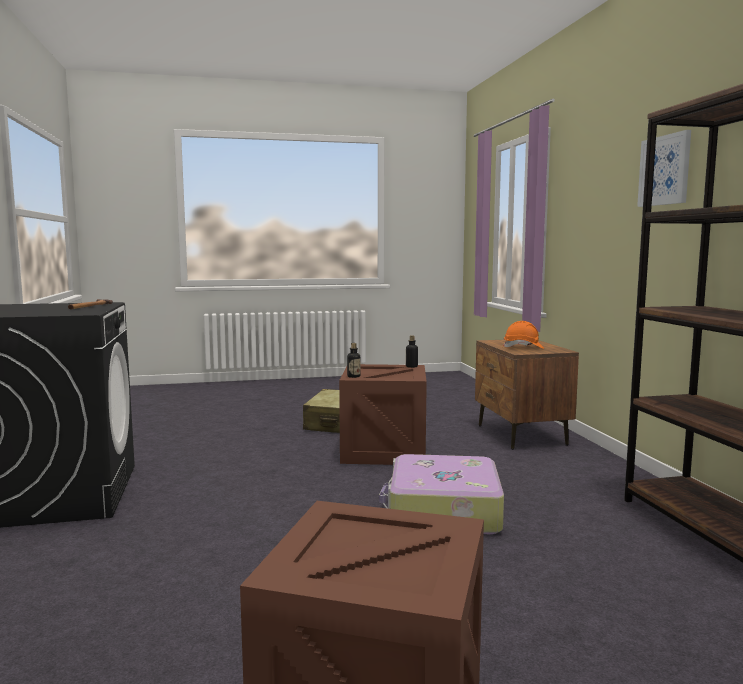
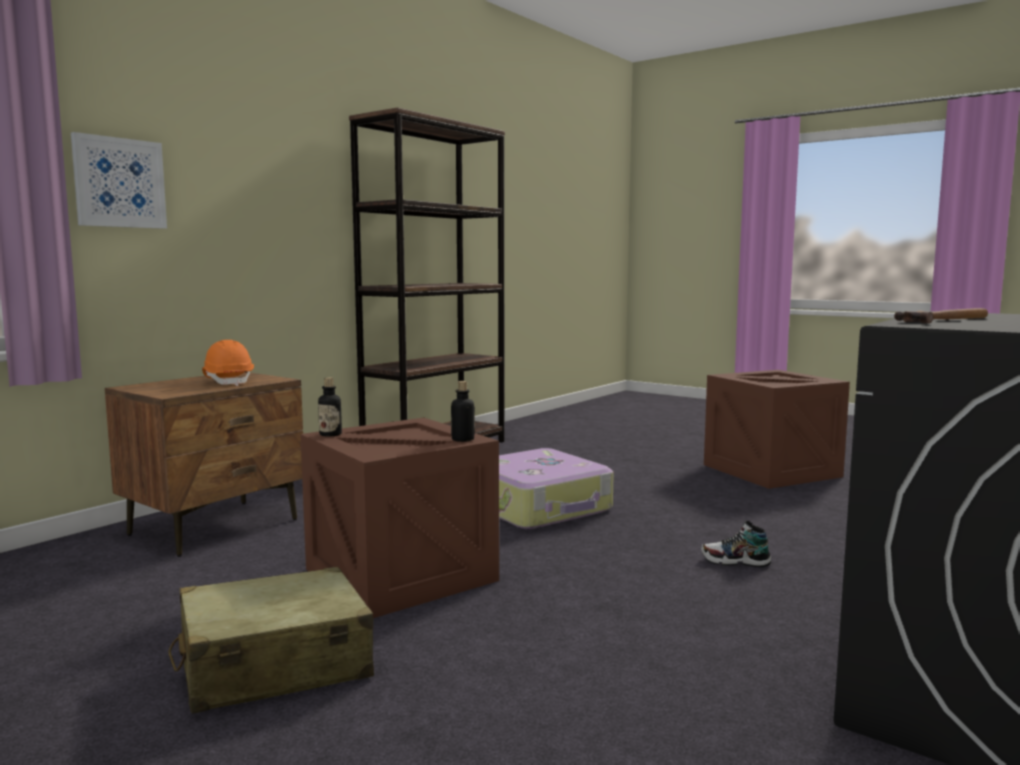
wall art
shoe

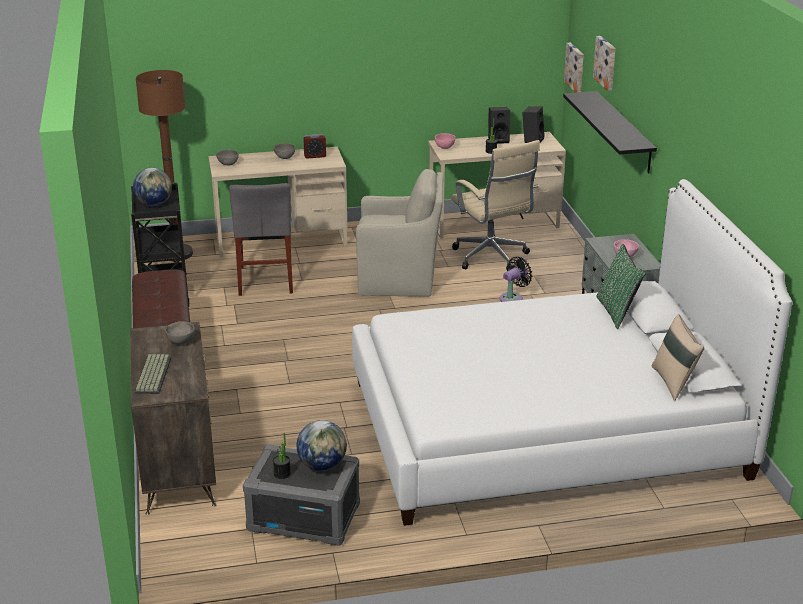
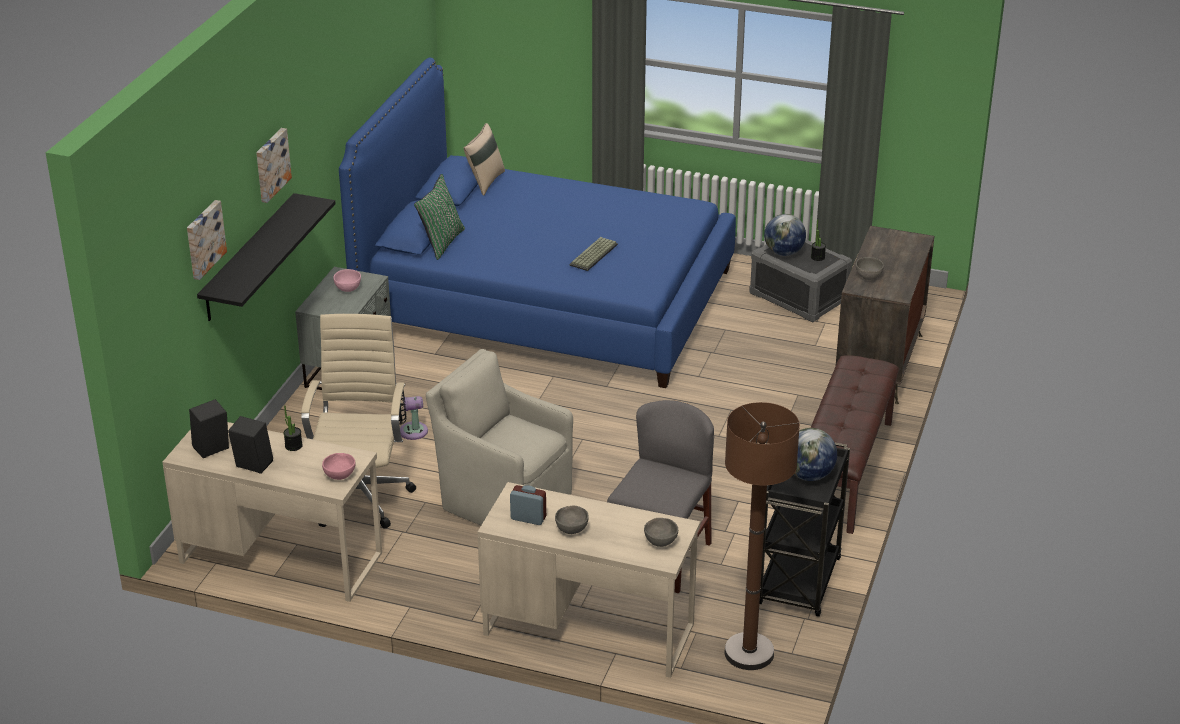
wall art (2nd from left)
blue bedroom bed
keyboard

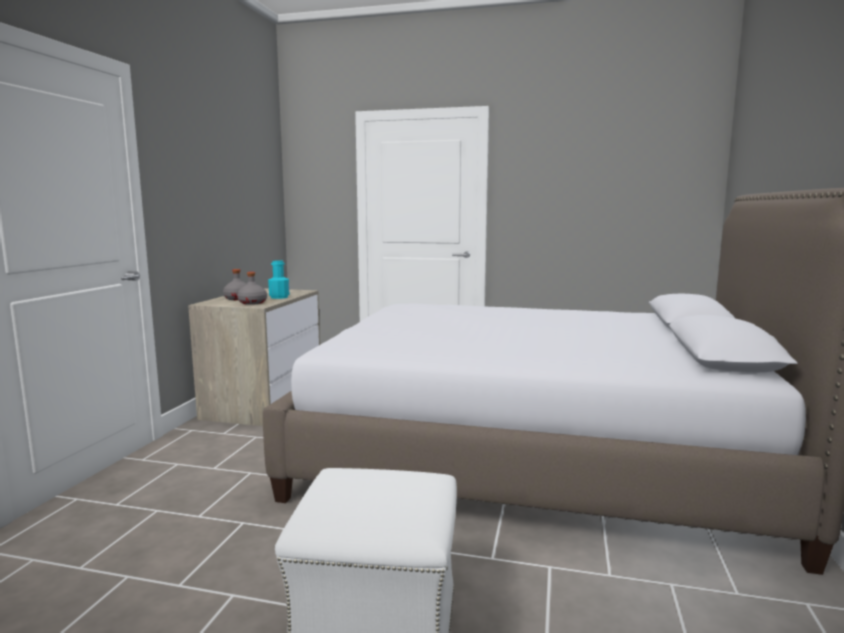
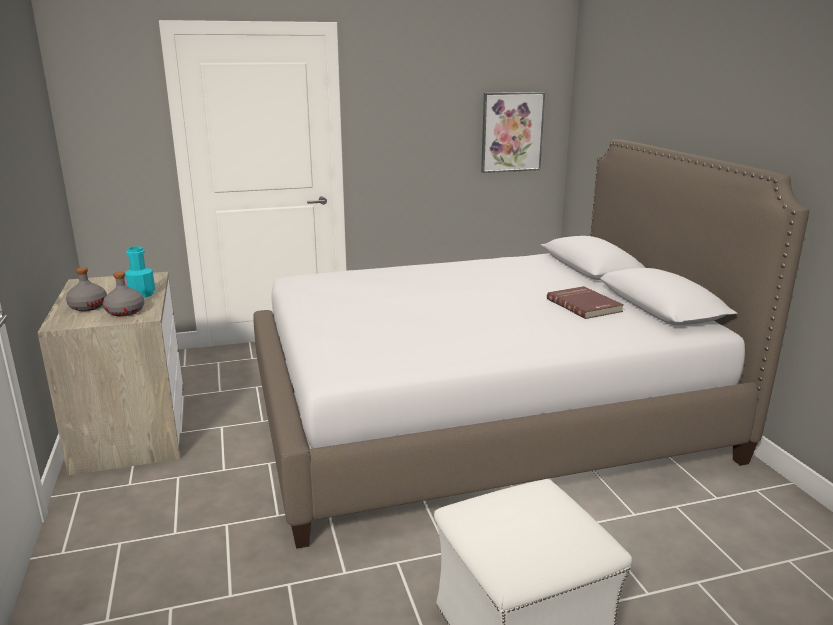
wall art
red bound book

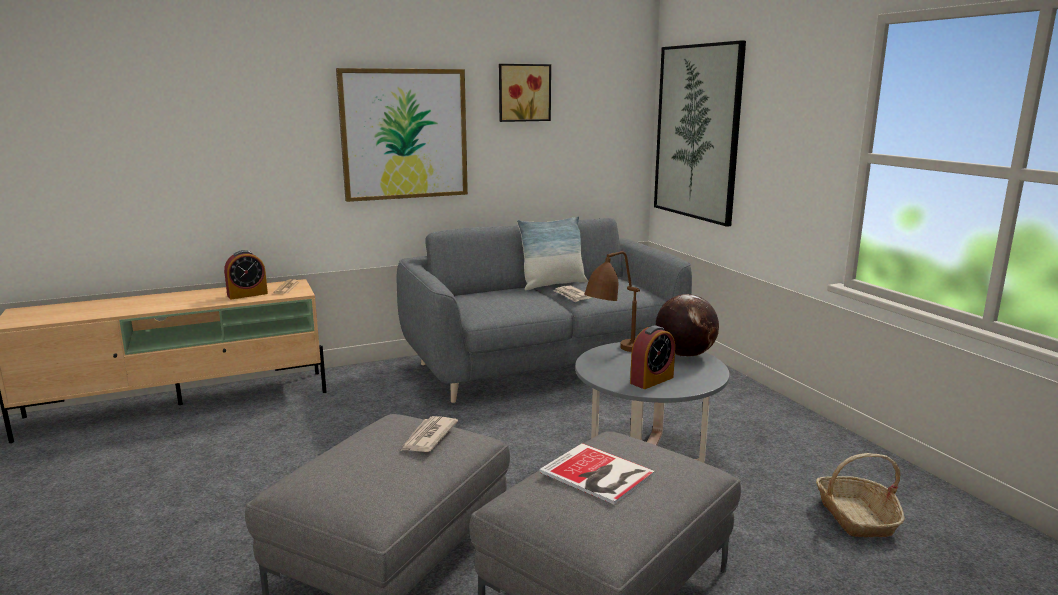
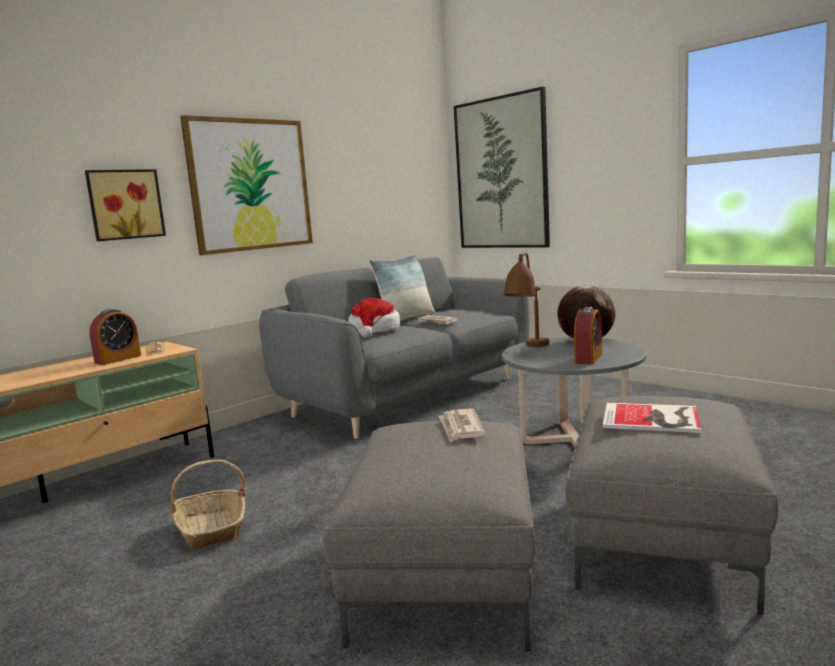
wall art (1st from left)
household basket
wearable hat

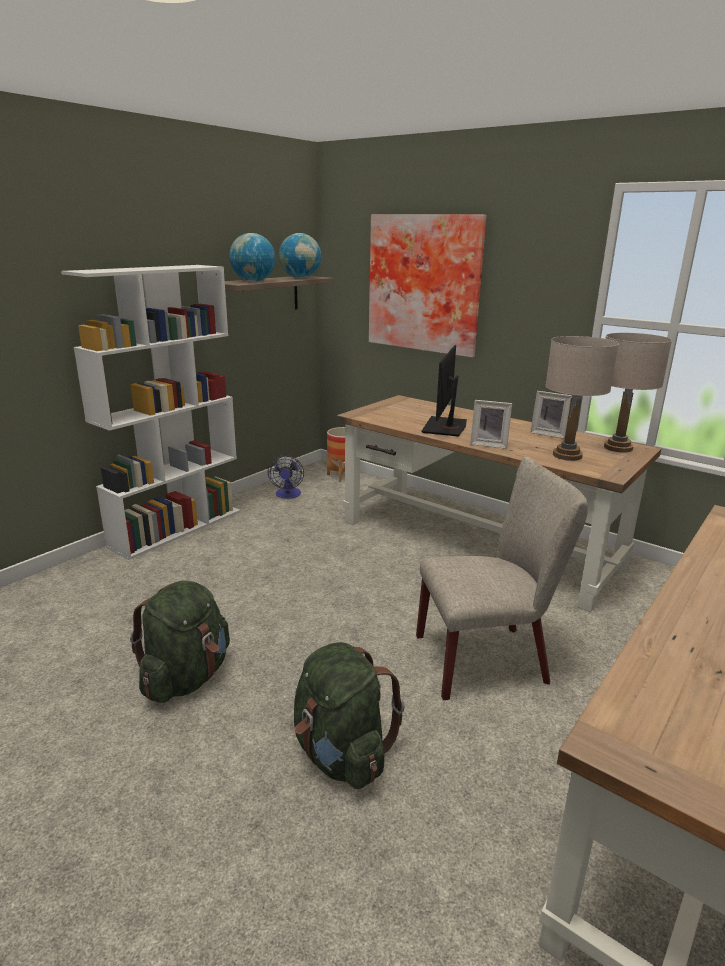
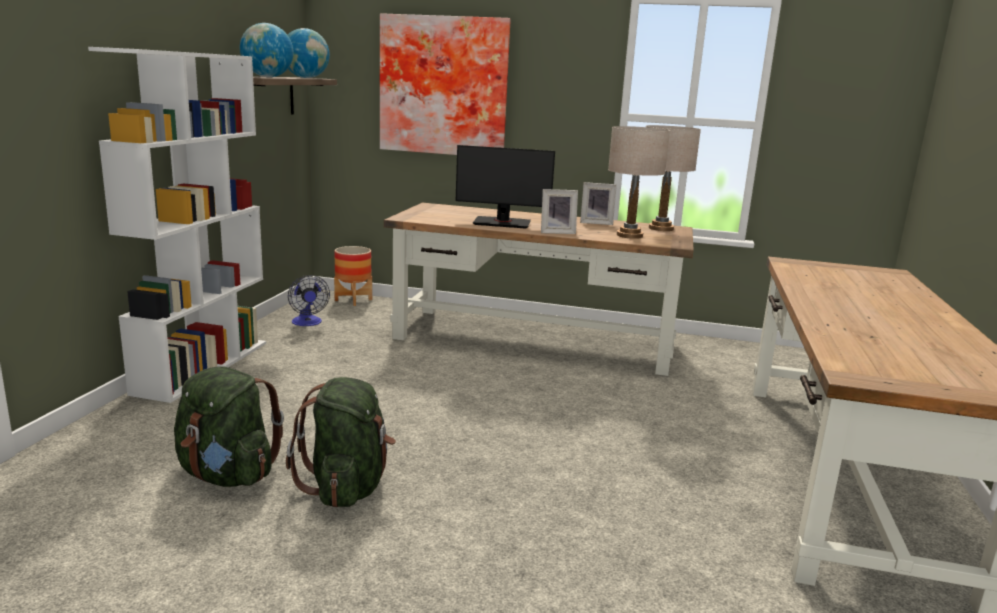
green-coloured knapsack (1st from left)
monitor
sand-coloured plain chair

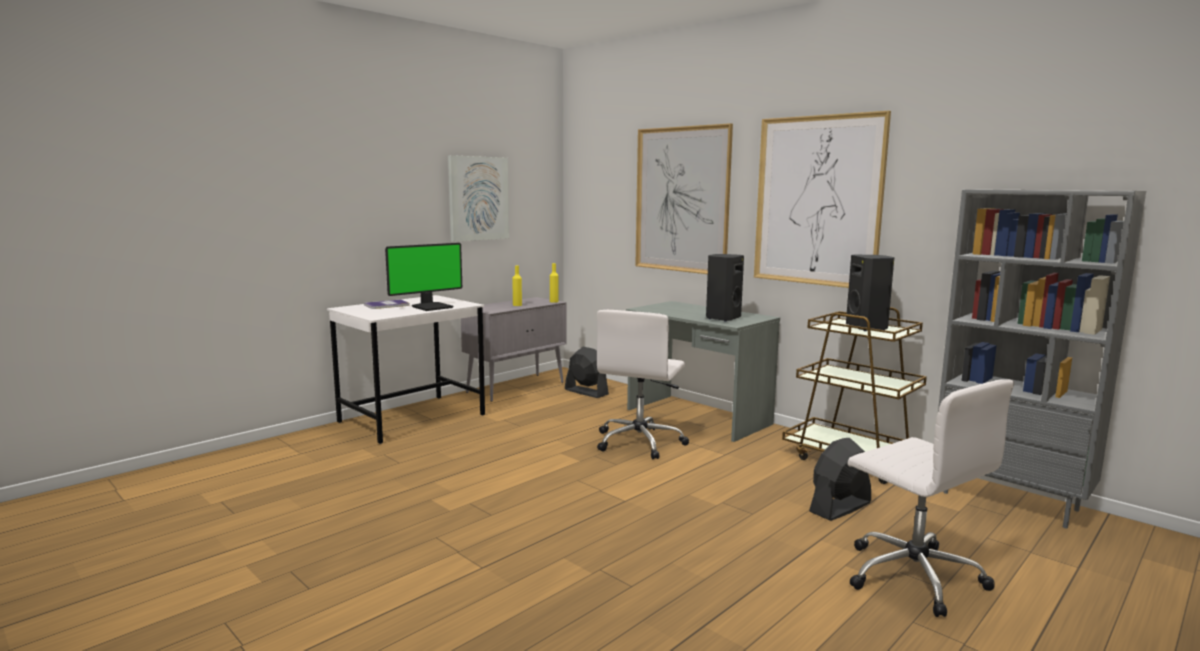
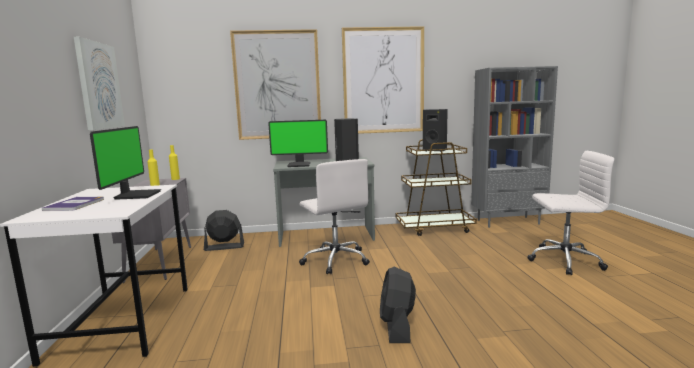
monitor (2nd from left)
blackish electric fan (2nd from left)

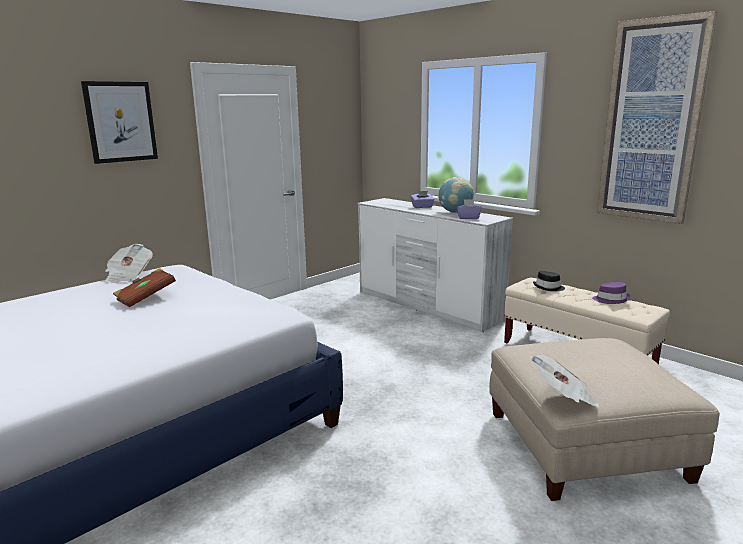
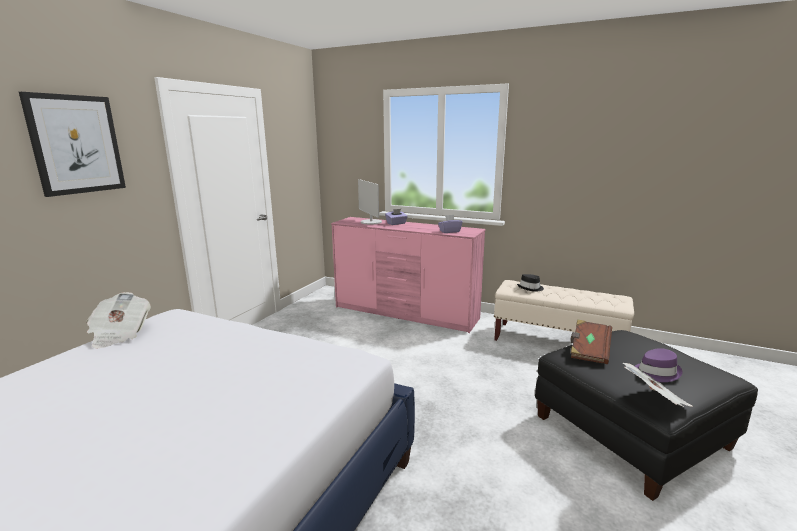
pinkish dresser
monitor
blackish ottoman
brown bound book
purple wearable hat
globe
wall art (2nd from left in the first image)

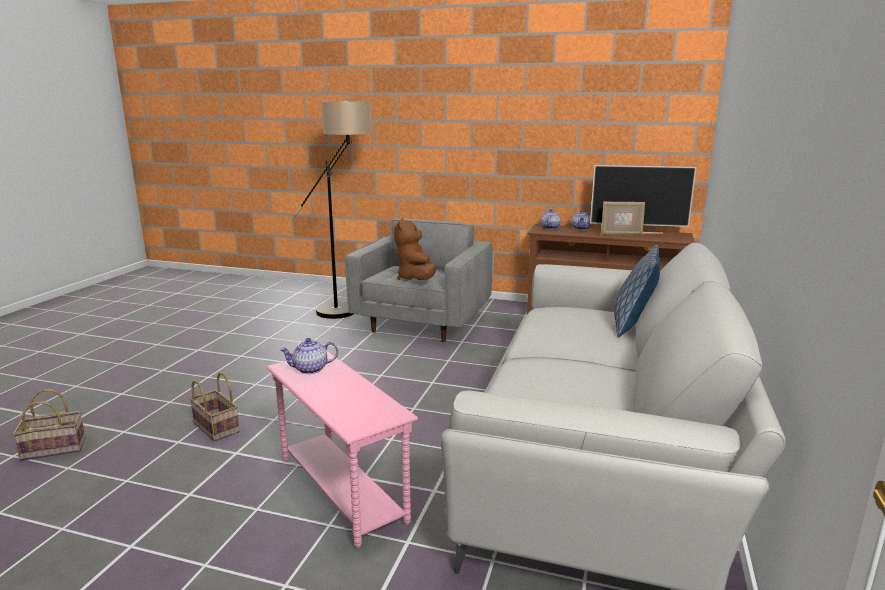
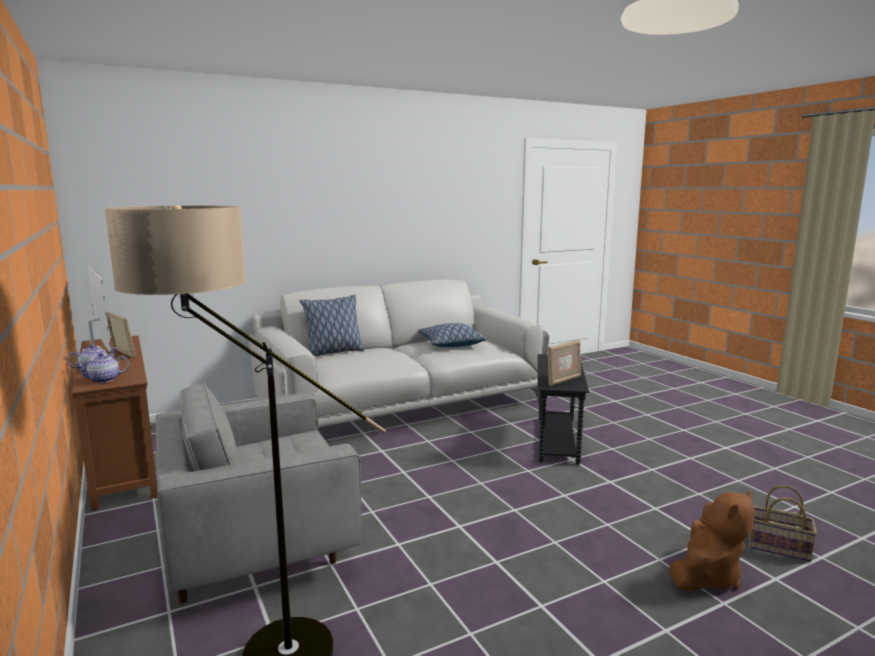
throw pillow (2nd from left)
blackish end table
photo frame (2nd from left)
brown plush toy
household basket (2nd from left in the first image)

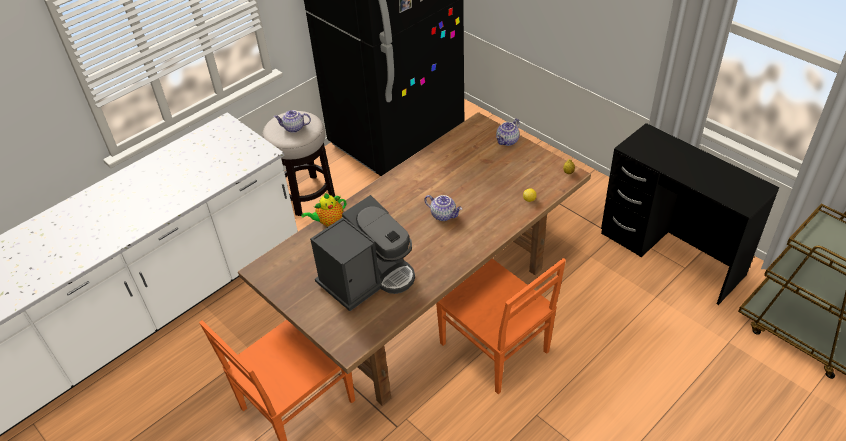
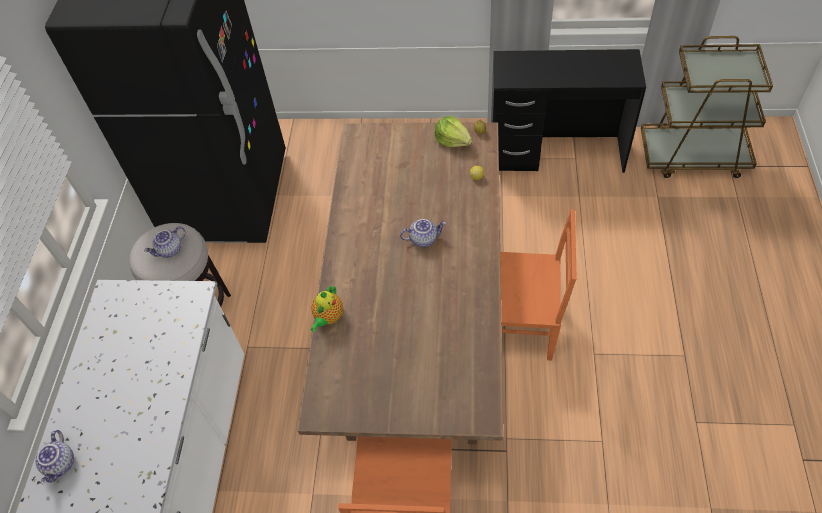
pot for tea (1st from left)
lettuce head
coffee maker

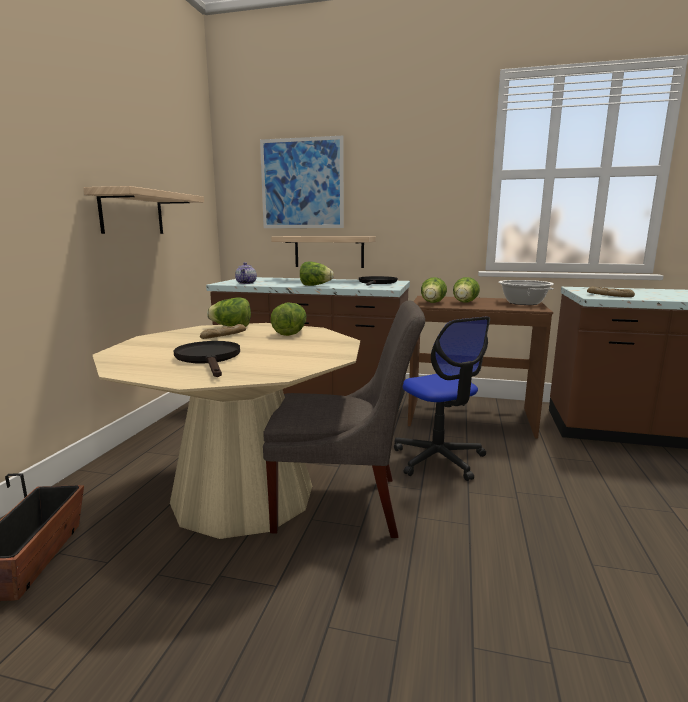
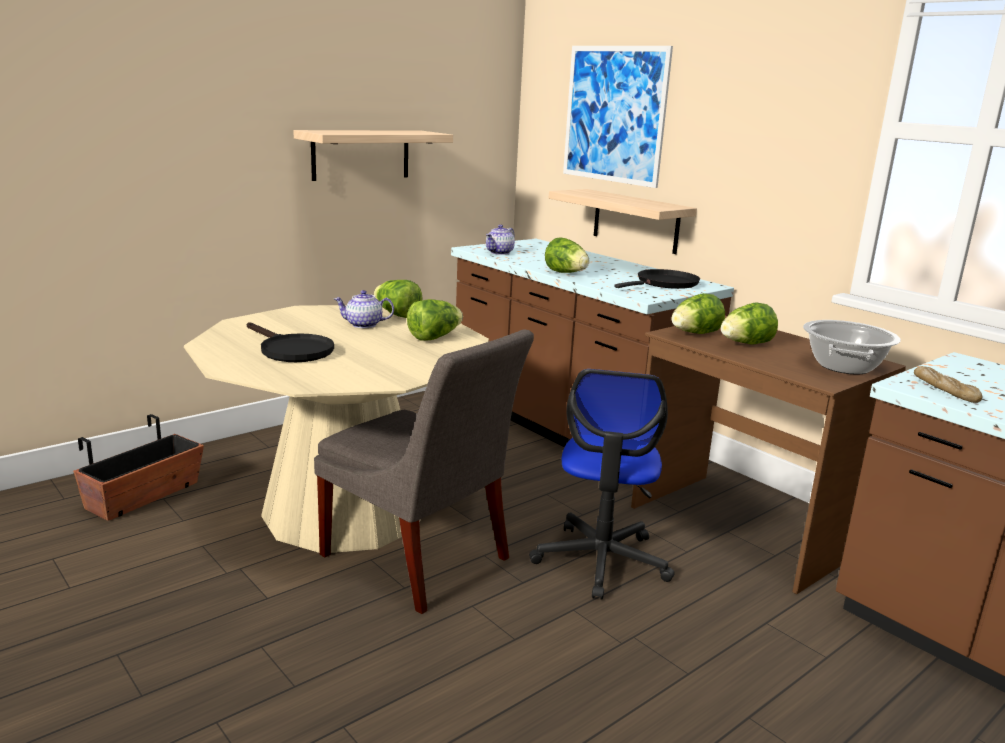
blackish pan (1st from left)
pot for tea (1st from left)

